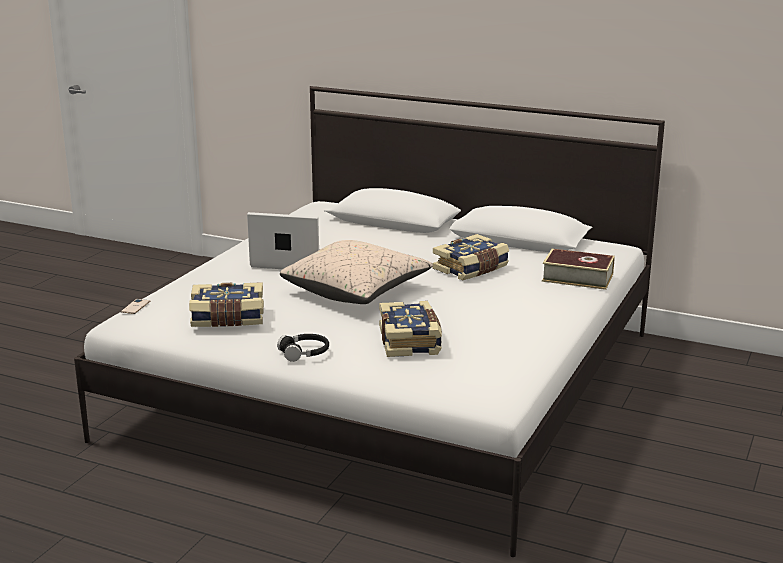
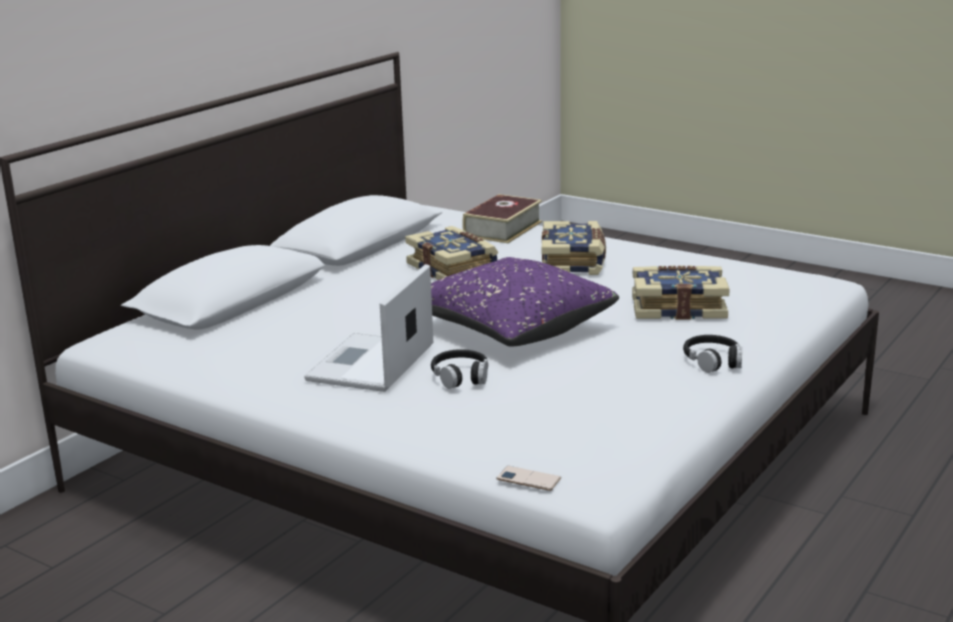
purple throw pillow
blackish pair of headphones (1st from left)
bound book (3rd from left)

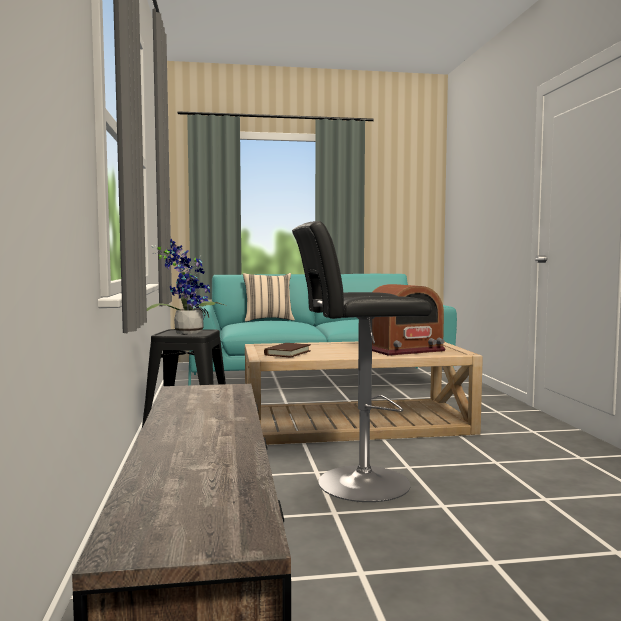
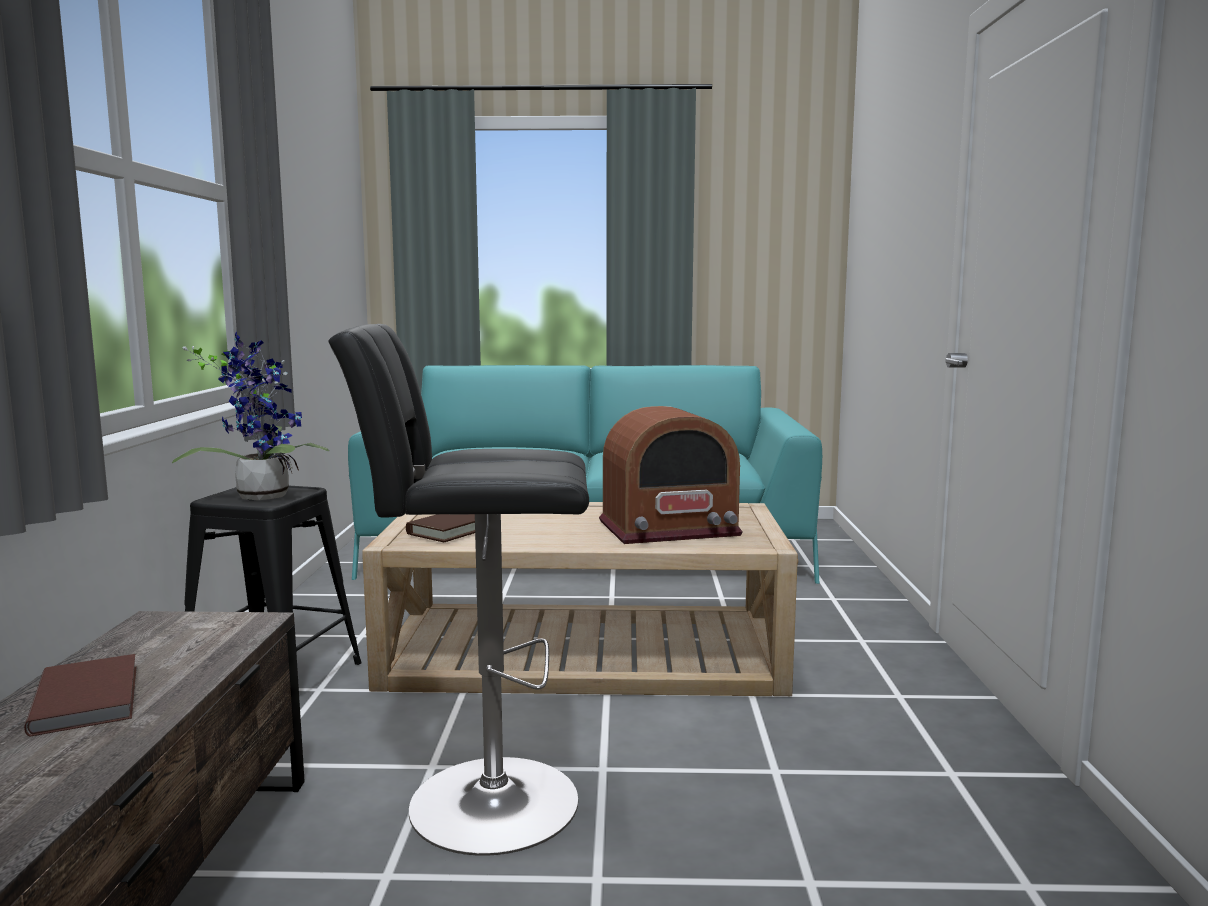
brown bound book (1st from left)
sand-coloured throw pillow

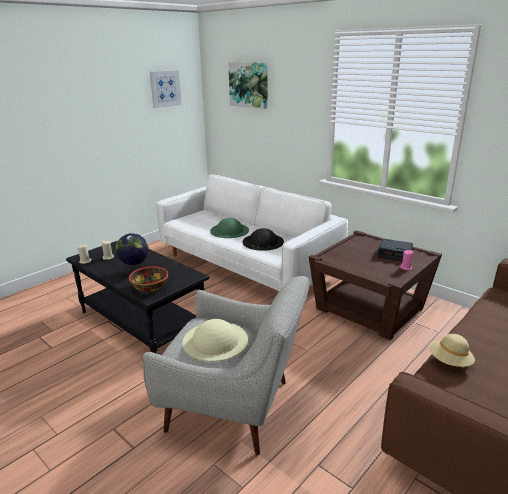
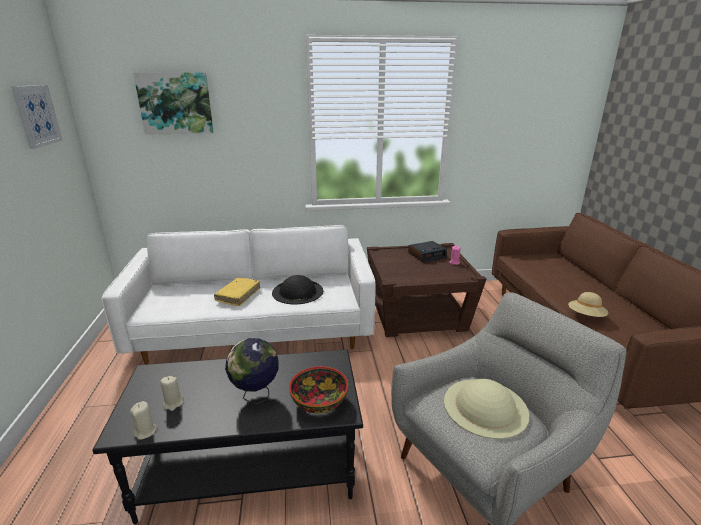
yellowish bound book

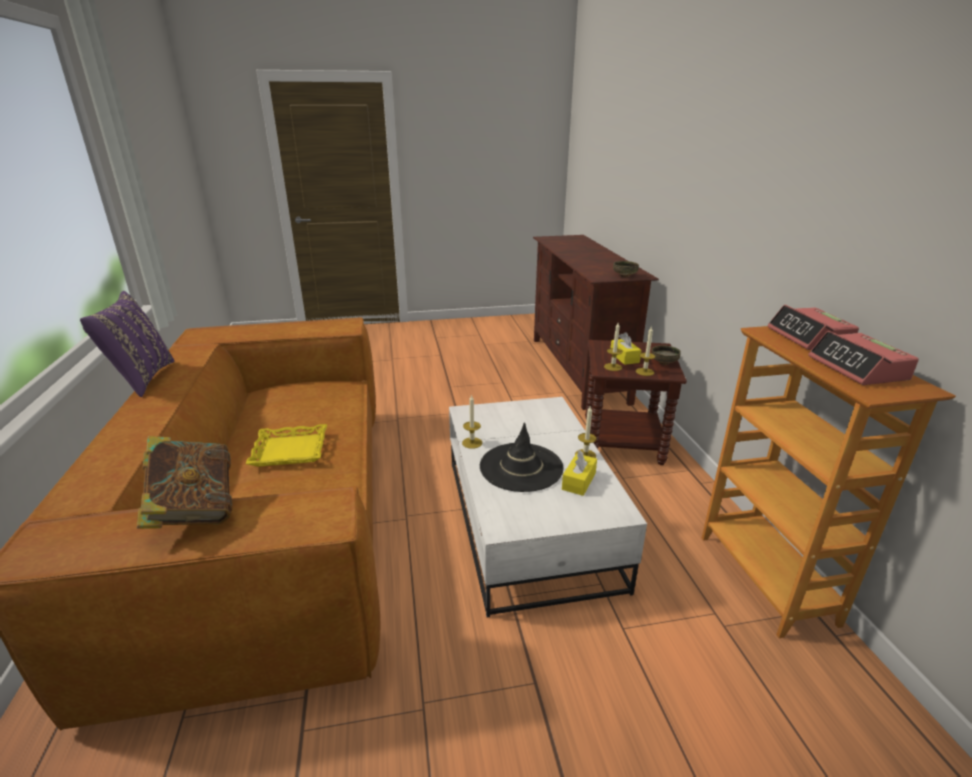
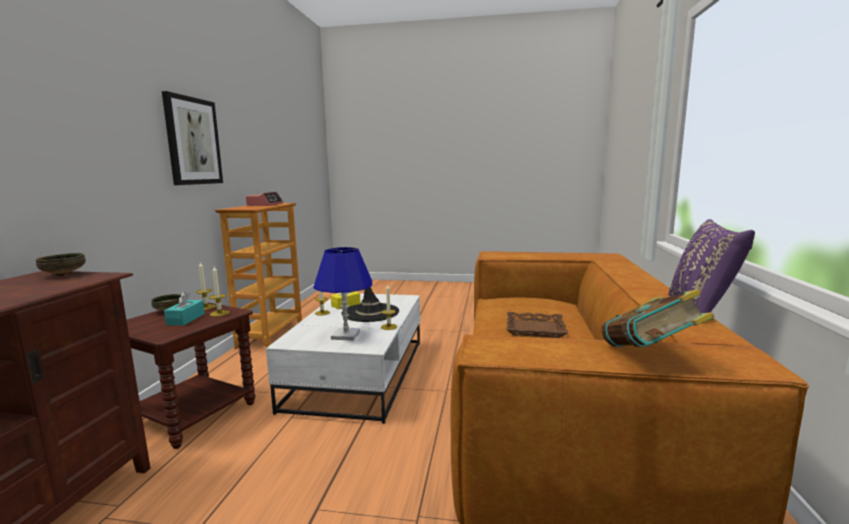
wall art
turquoise-coloured box of tissues
blue table lamp
brown serving tray
bound book
table clock (1st from left in the first image)

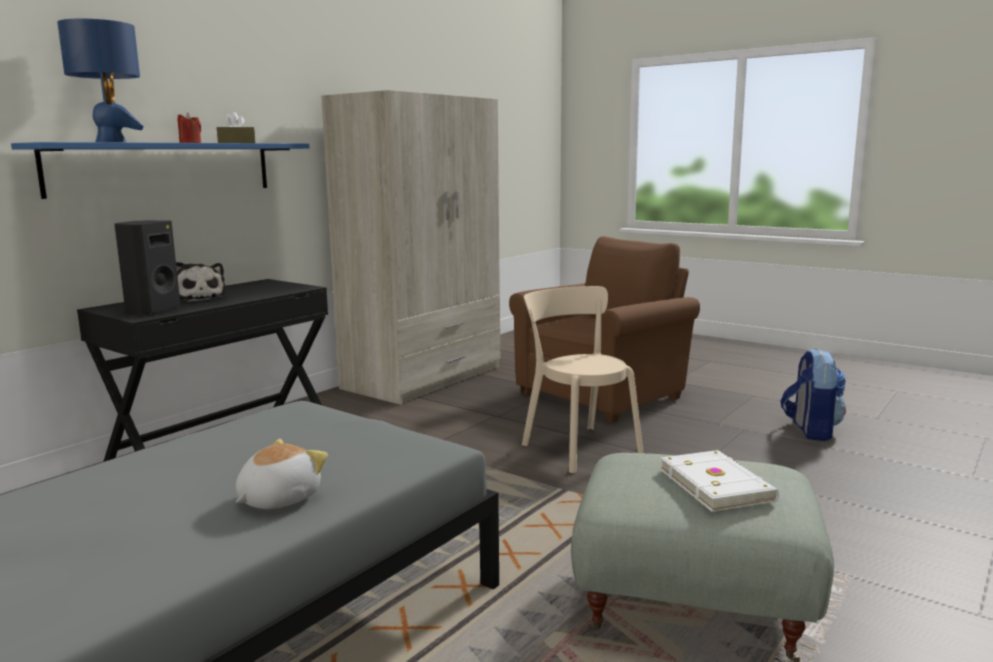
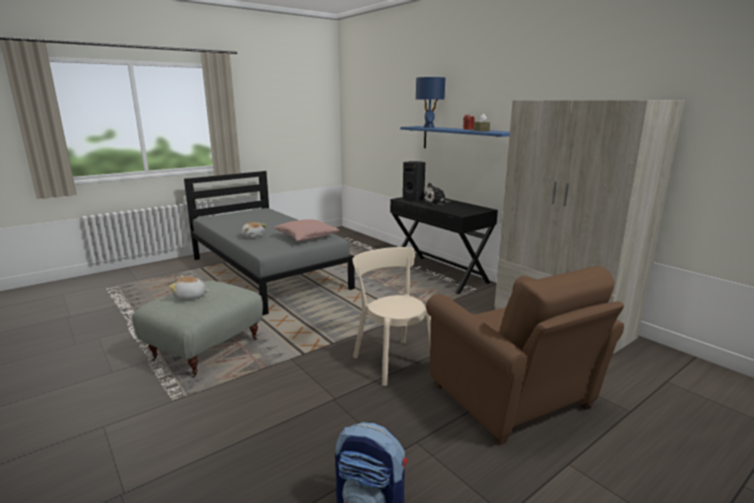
plush toy (1st from left)
pinkish throw pillow
sand-coloured plain chair

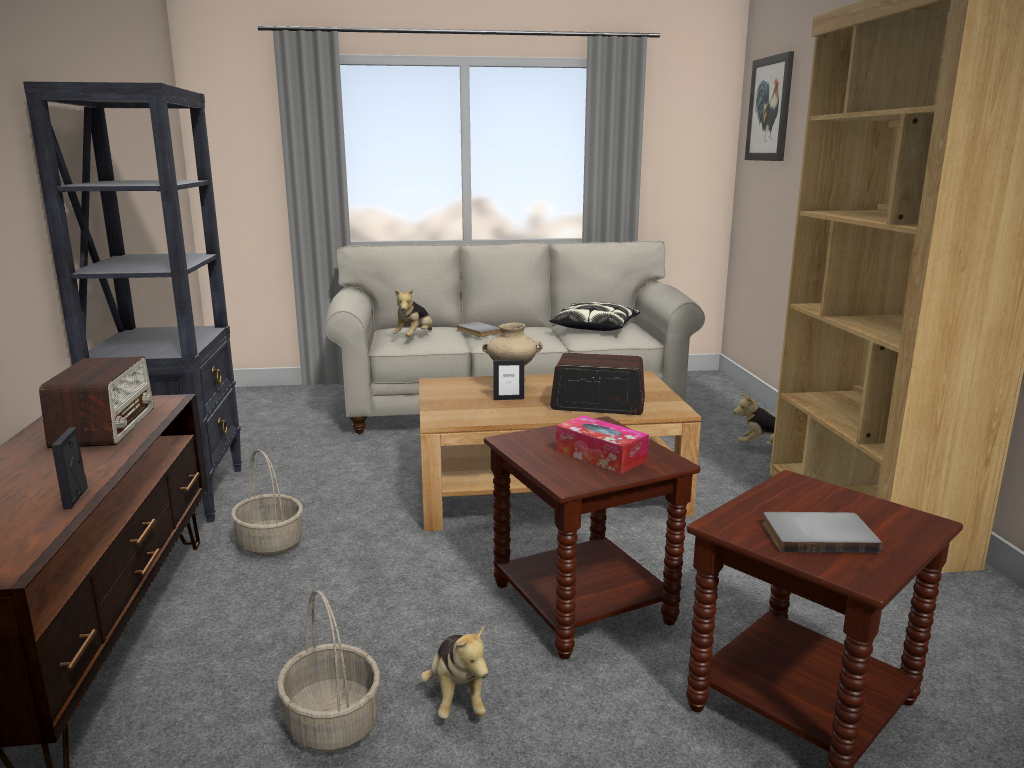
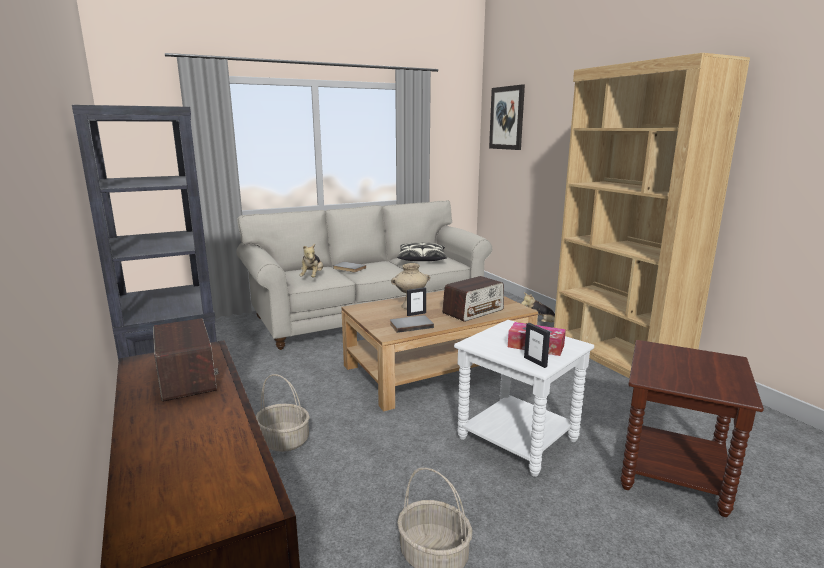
greyish bound book (2nd from left)
radio set (2nd from left)
whitish end table
photo frame (2nd from left)
plush toy (2nd from left in the first image)

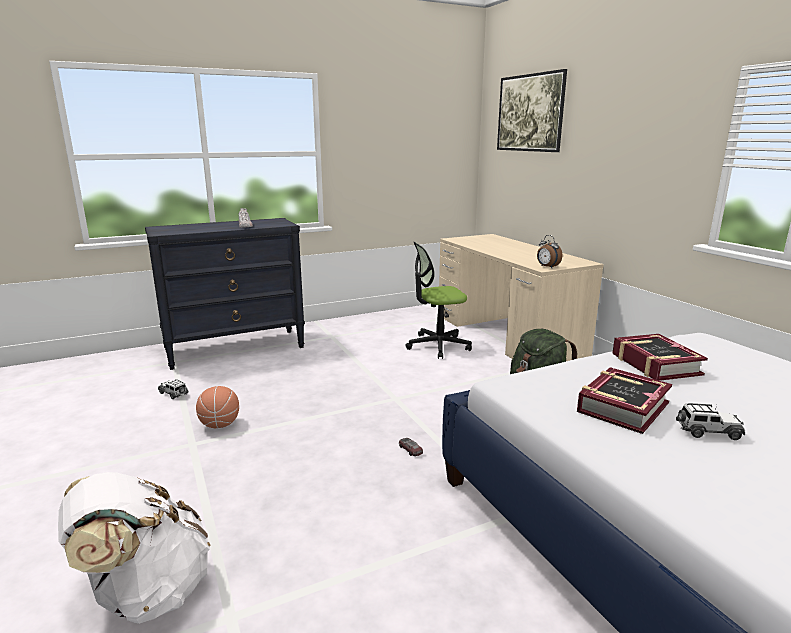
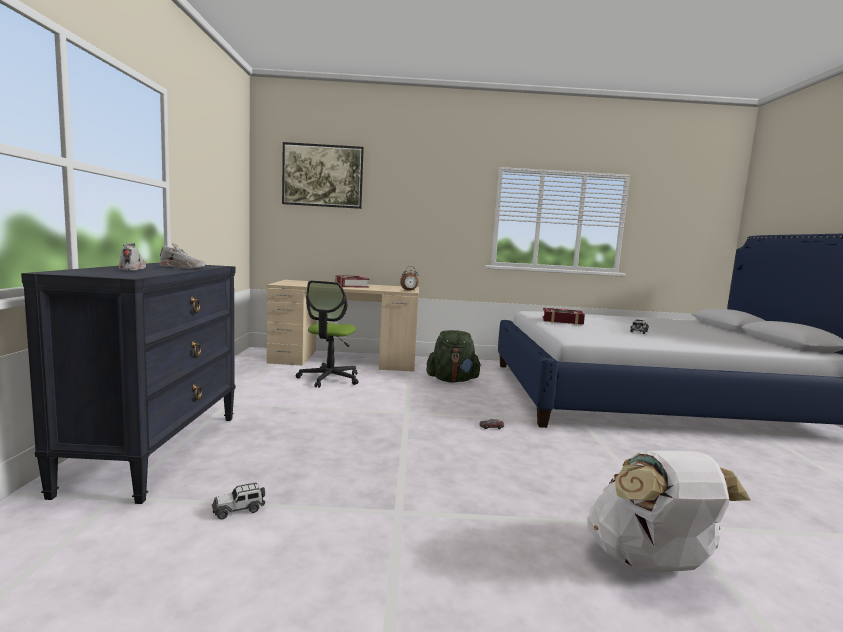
whitish shoe (1st from left)
bound book (1st from left)
basketball

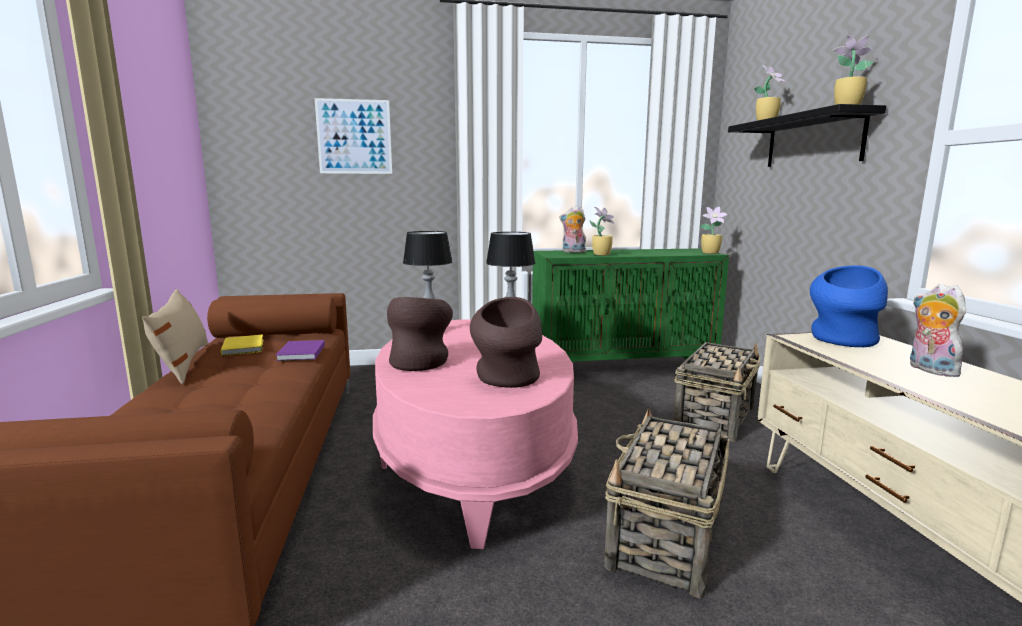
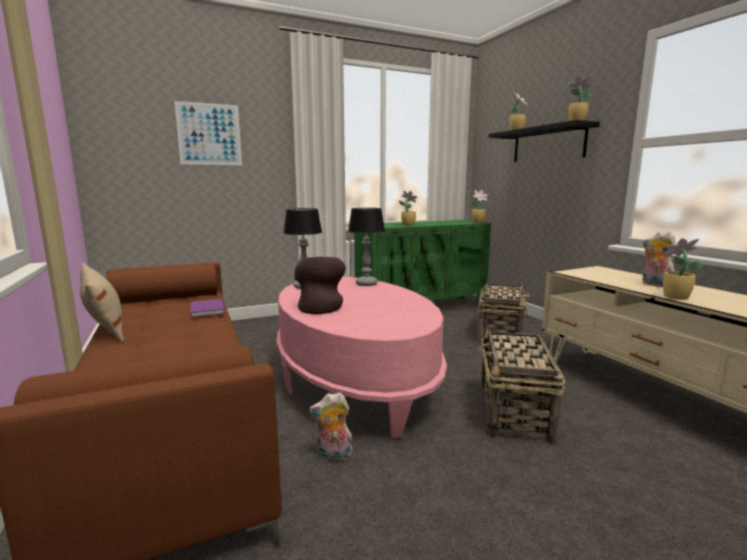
plush toy (1st from left)
houseplant (5th from left)
yellowish bound book
brown flower vase (2nd from left in the first image)
blue flower vase

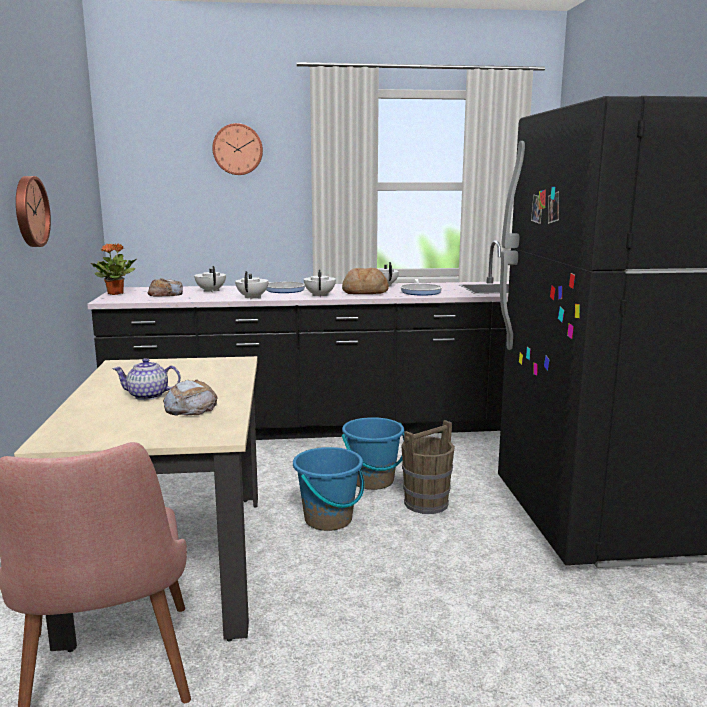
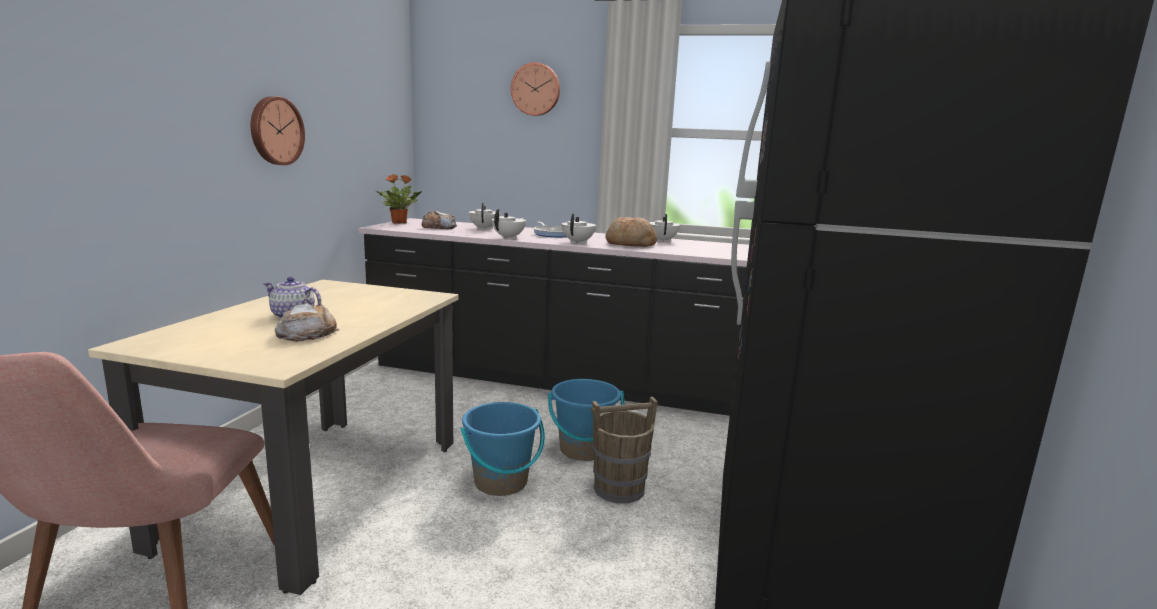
pan (2nd from left in the first image)

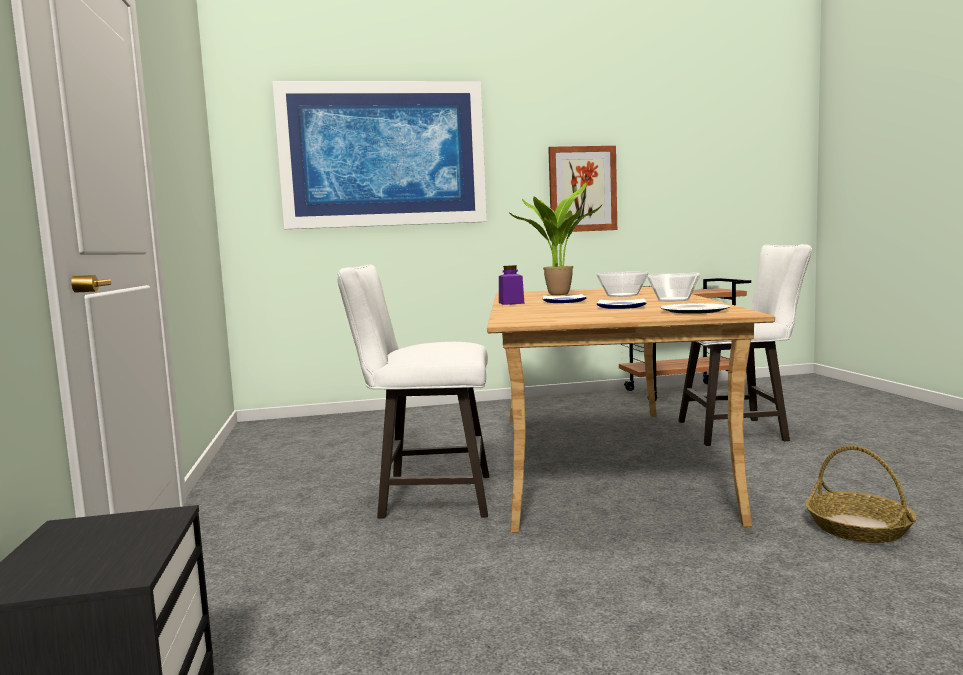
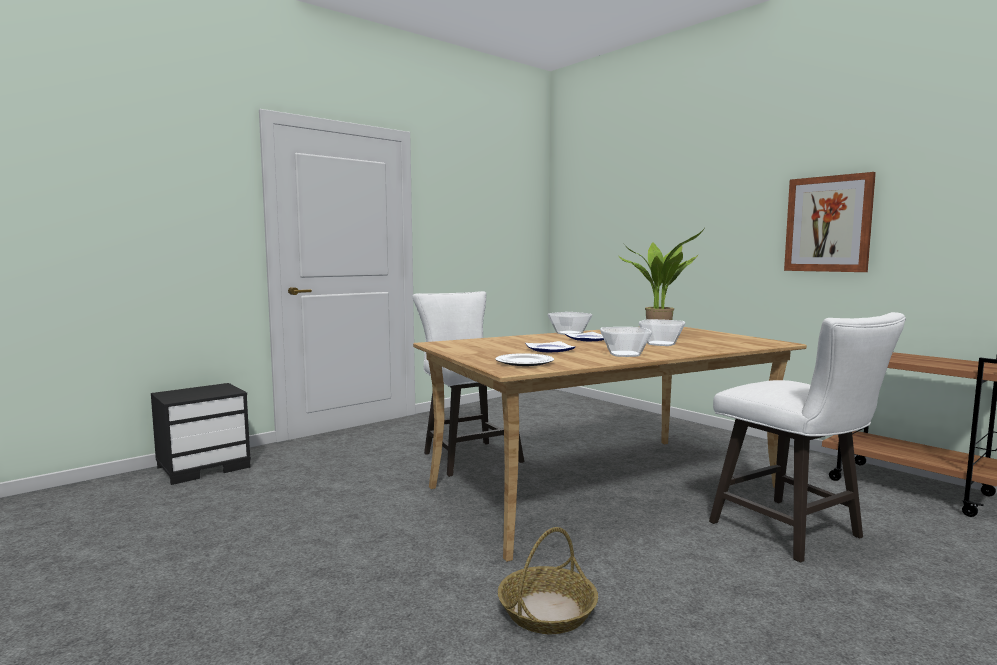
serving bowl (1st from left)
wall art (1st from left in the first image)

